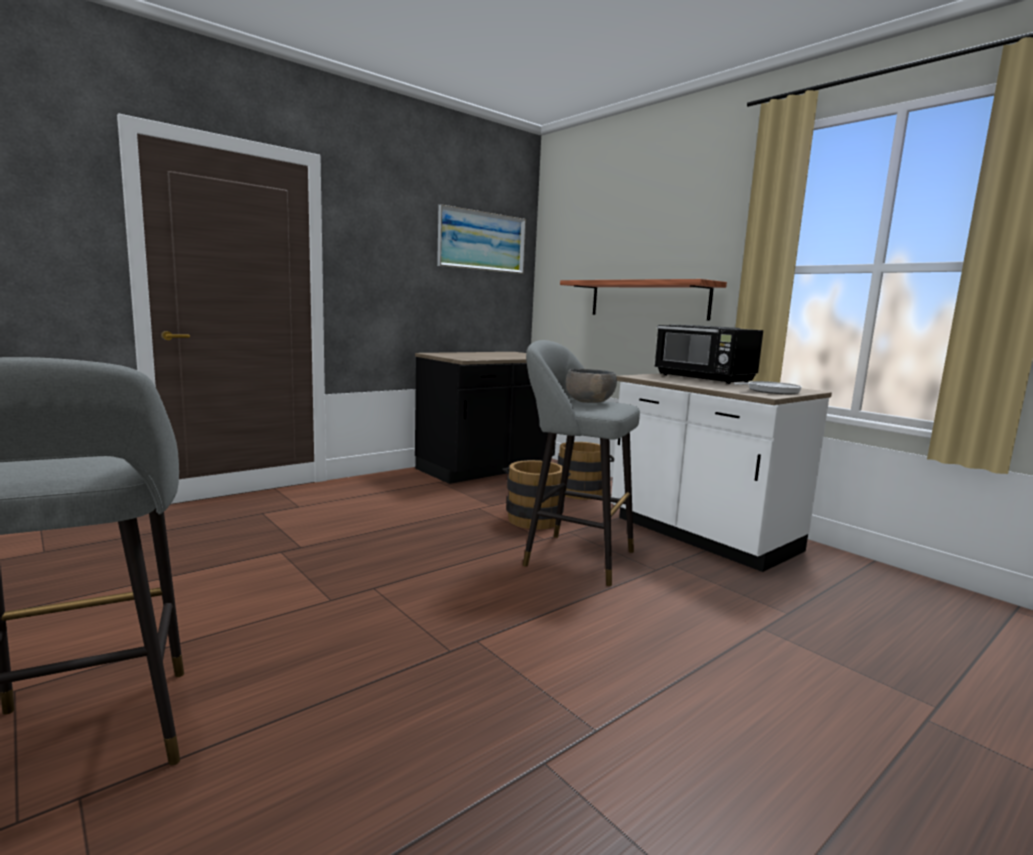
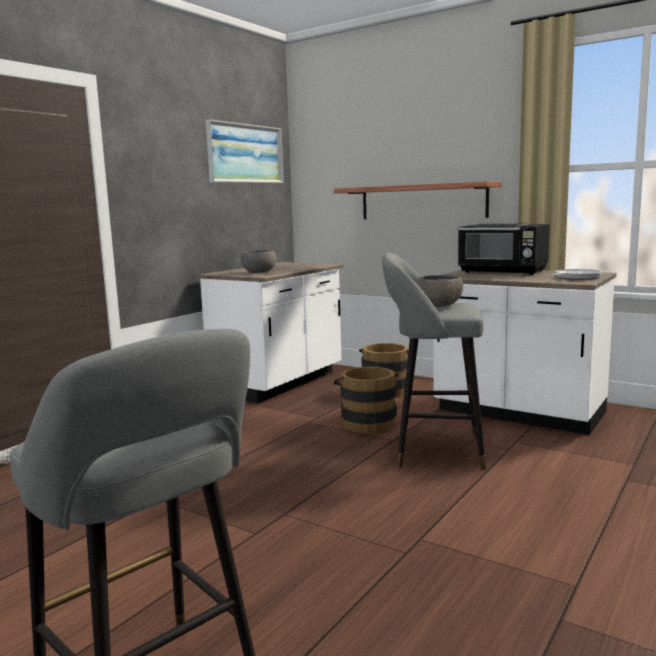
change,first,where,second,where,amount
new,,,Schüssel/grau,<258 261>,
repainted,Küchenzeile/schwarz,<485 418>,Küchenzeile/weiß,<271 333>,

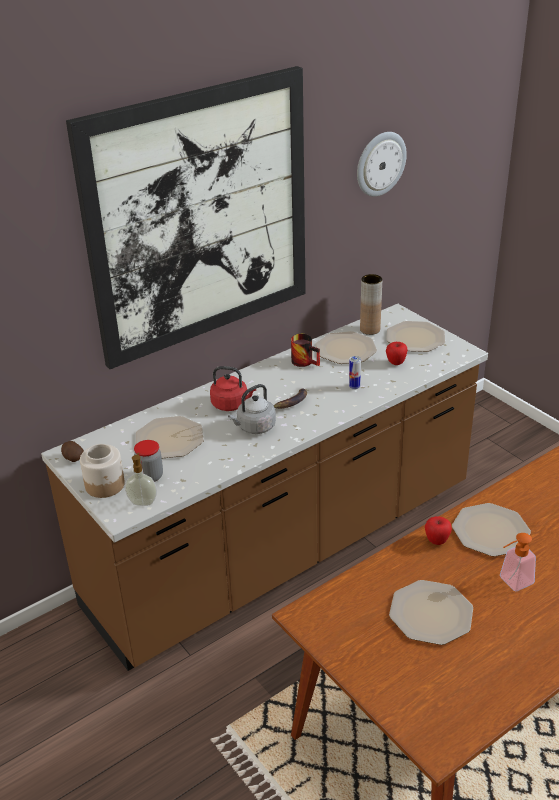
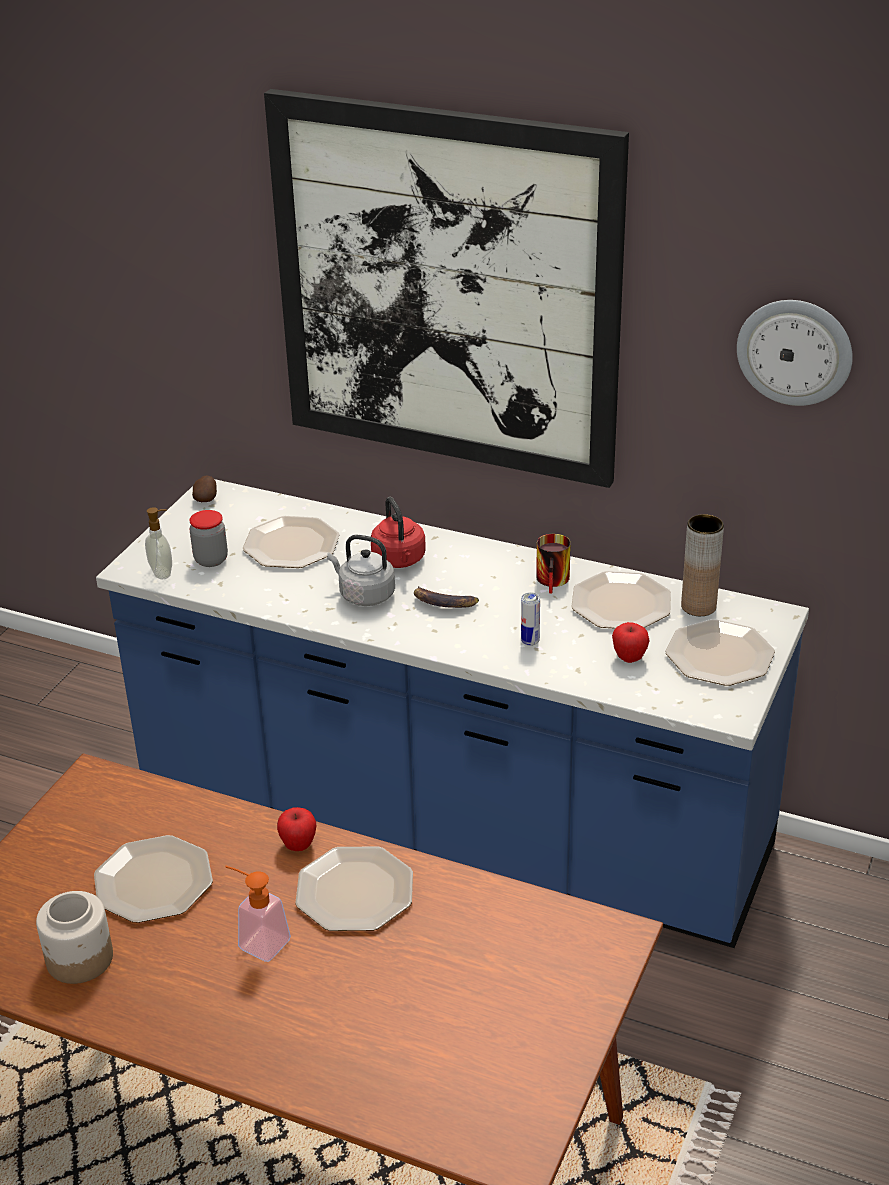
change,first,where,second,where,amount
shifted,Vorratsglas,<102 471>,,<74 937>,
repainted,Küchenzeile/braun,<264 487>,Küchenzeile/blau,<452 713>,

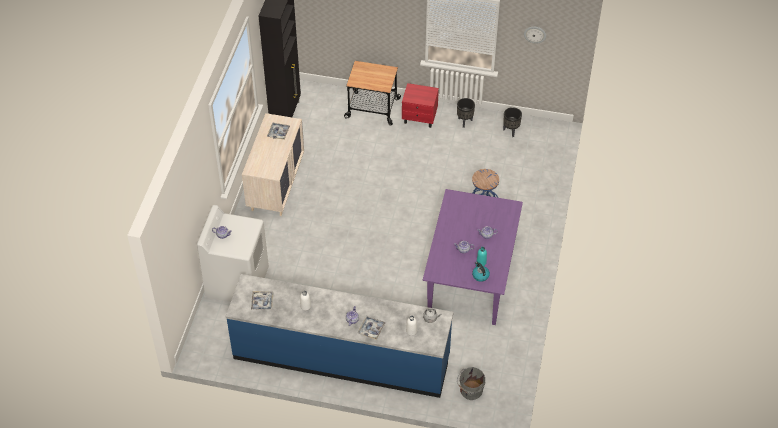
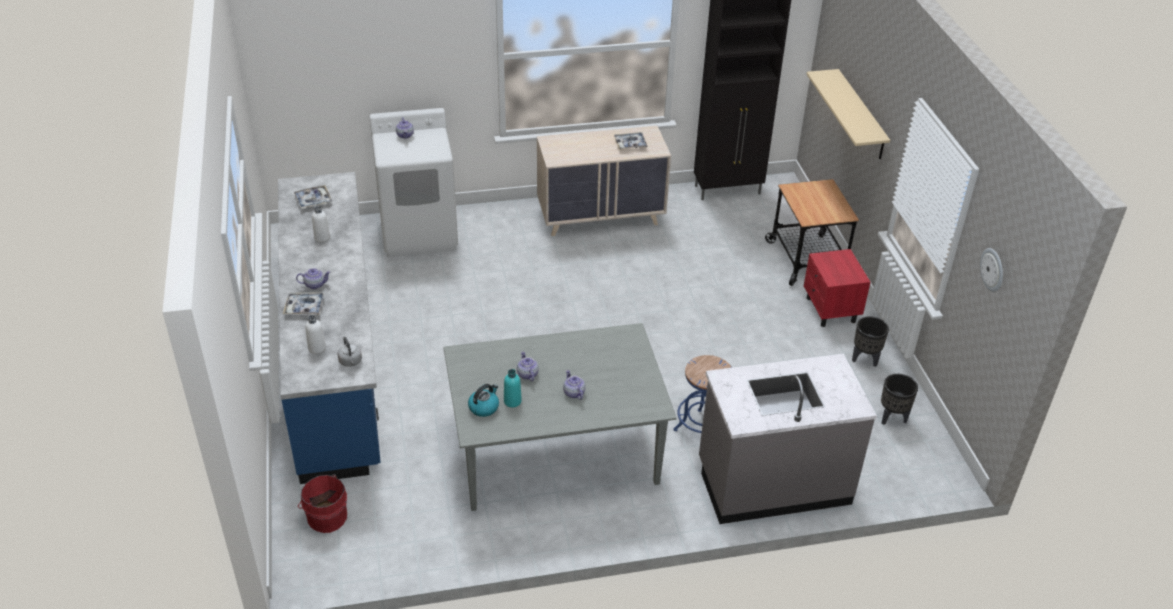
change,first,where,second,where,amount
new,,,Küchenzeile/grau,<788 438>,
new,,,Wandregal/beige,<848 114>,
repainted,Esstisch/lila,<473 257>,Esstisch/grau,<560 417>,
repainted,Eimer/grau,<471 383>,Eimer/rot,<322 503>,

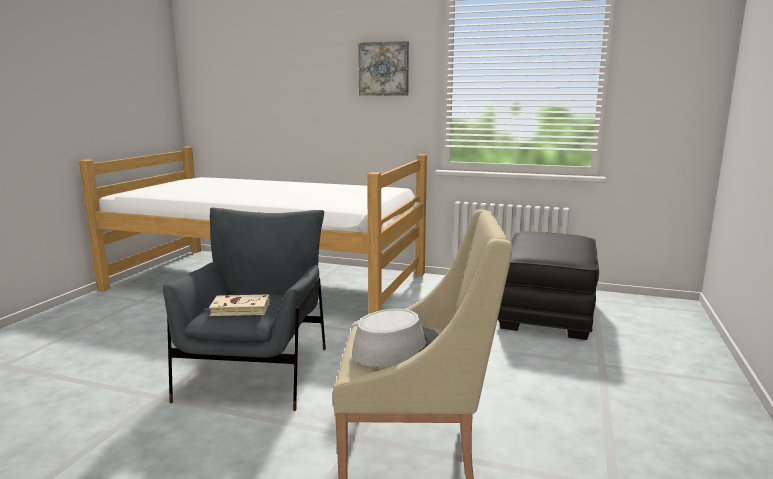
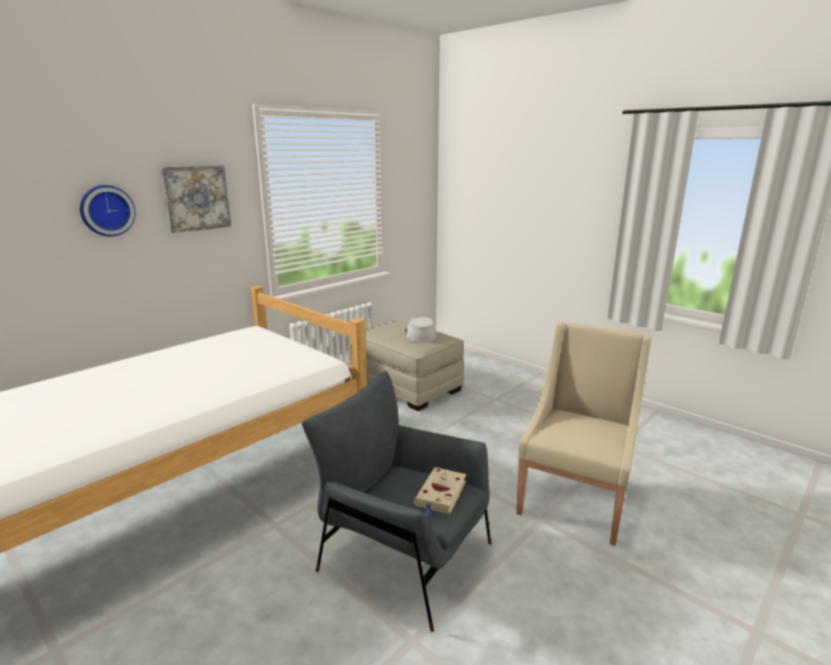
change,first,where,second,where,amount
new,,,Wanduhr,<107 210>,
shifted,Hut/grau,<395 338>,,<420 329>,
repainted,Polsterhocker/schwarz,<548 286>,Polsterhocker/beige,<414 365>,

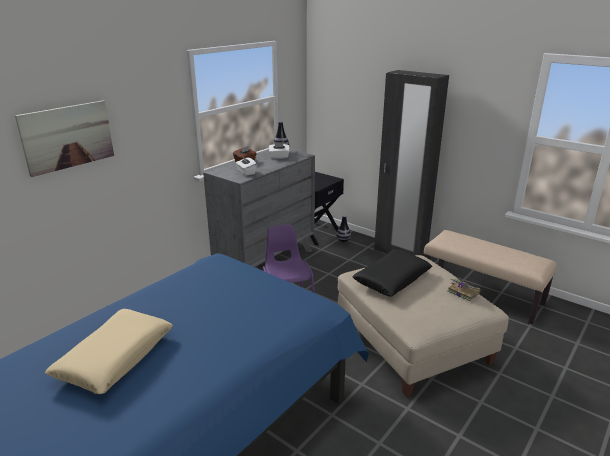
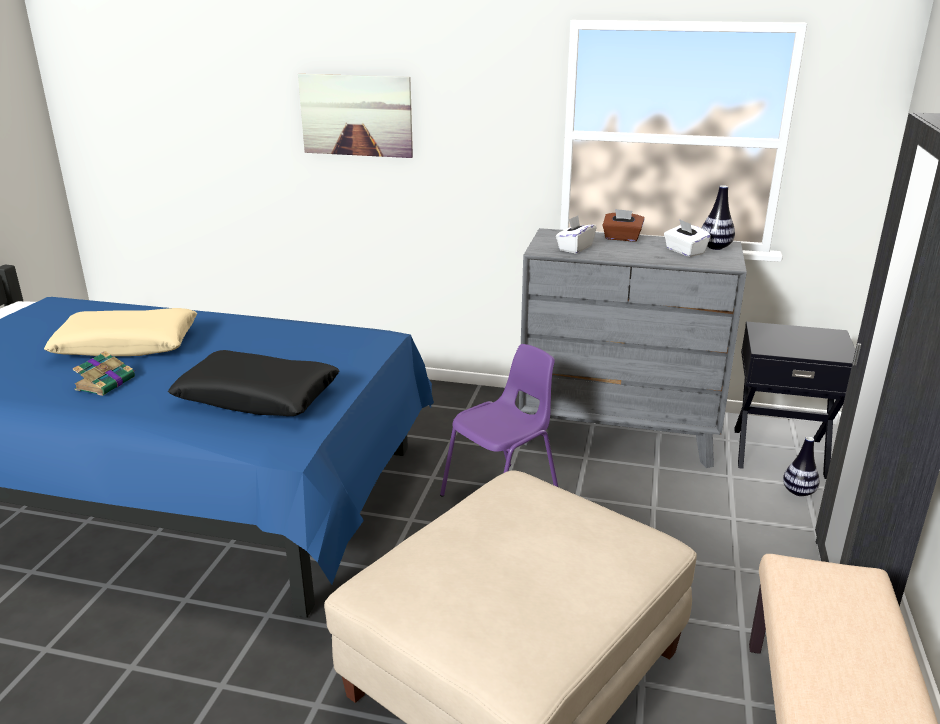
change,first,where,second,where,amount
shifted,Kissen/schwarz,<392 273>,,<253 383>,
shifted,Buch,<463 290>,,<104 373>,

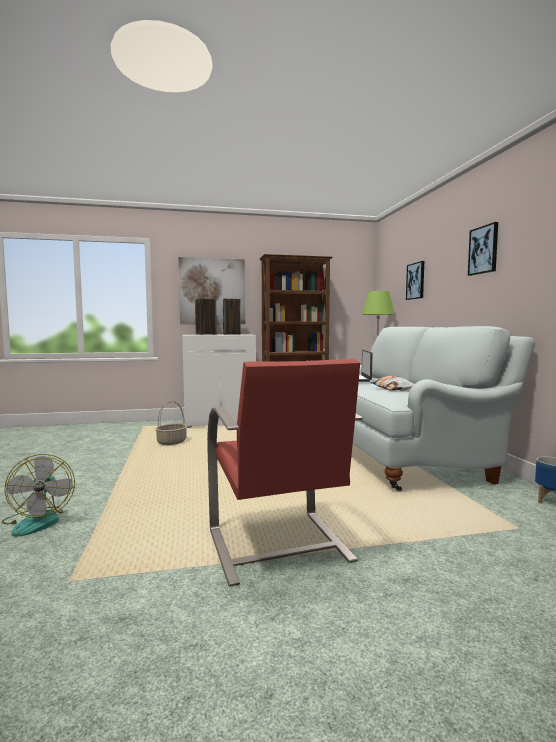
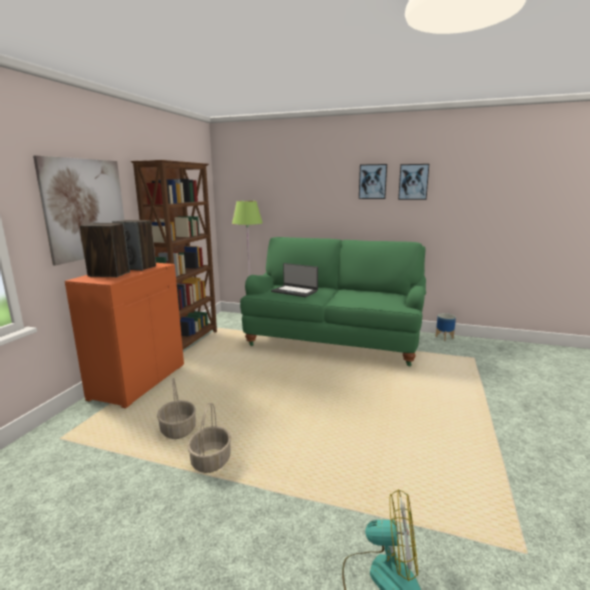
change,first,where,second,where,amount
gone,Sessel/rot,<285 472>,,,
gone,Kissen,<392 383>,,,
new,,,Korb,<209 438>,
shifted,Bild,<415 280>,,<413 182>,
repainted,Schrank/weiß,<219 381>,Schrank/orange,<124 335>,
repainted,Sofa/weiß,<444 408>,Sofa/grün,<333 301>,

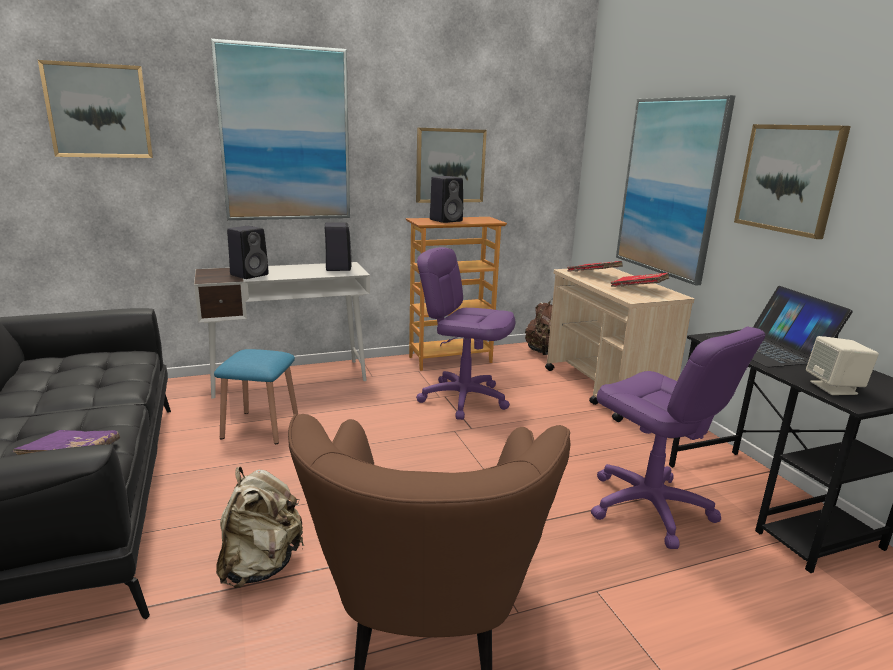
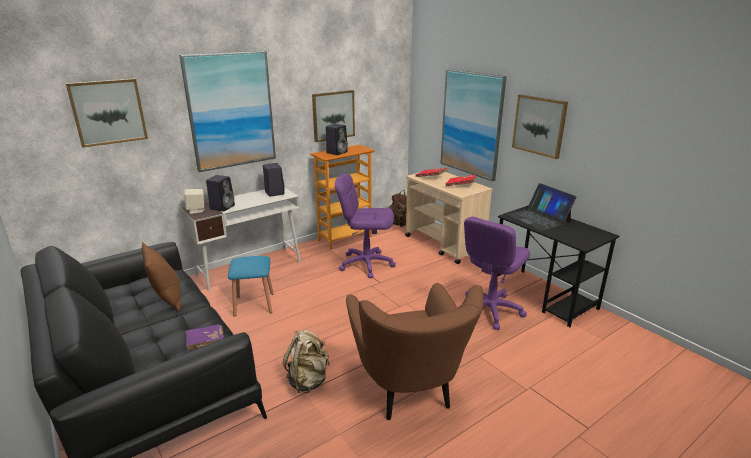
change,first,where,second,where,amount
new,,,Kissen/braun,<161 276>,
shifted,Lautsprecher/beige,<842 365>,,<194 201>,
rotated,Bürostuhl/lila,<678 438>,,<497 273>,90 degrees clockwise

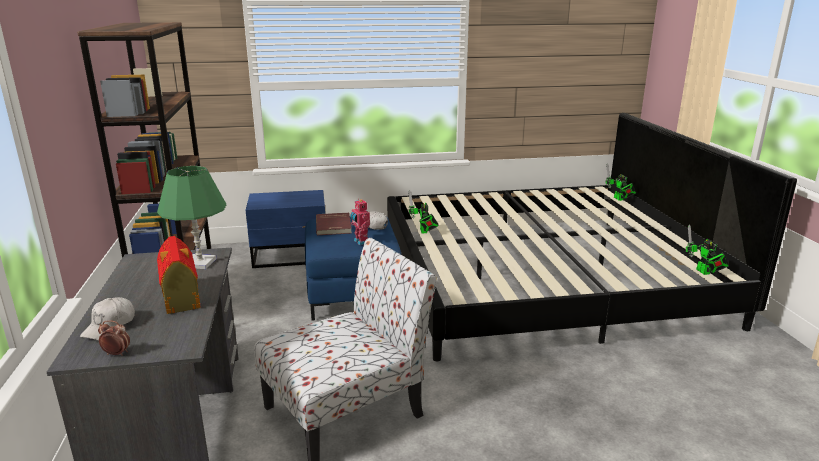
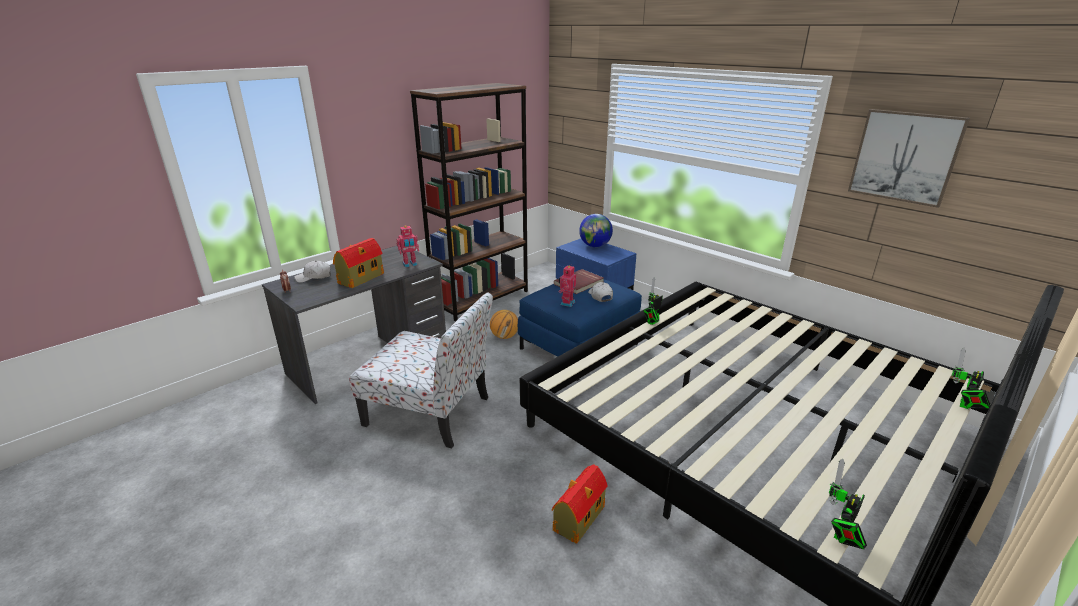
change,first,where,second,where,amount
new,,,Basketball,<504 324>,
new,,,Spielzeughaus,<580 504>,
new,,,Globus,<596 230>,
new,,,Bild,<909 158>,
swapped,Tischlampe/grün,<191 217>,Spielzeugroboter,<408 246>,

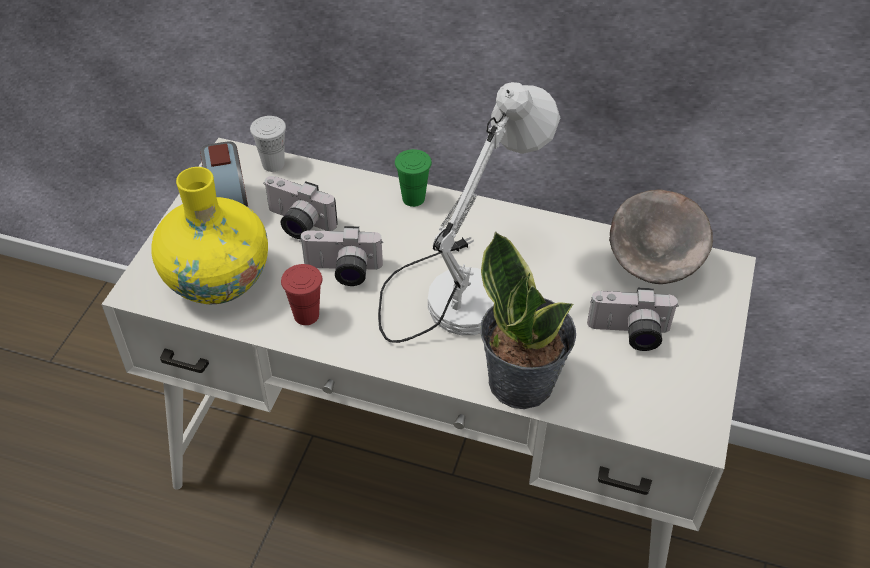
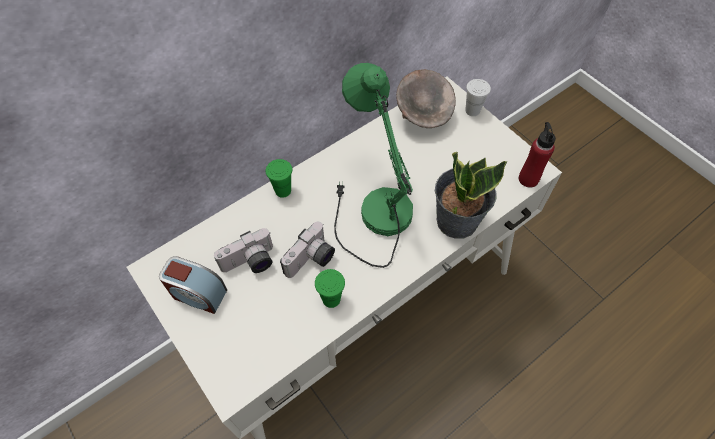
change,first,where,second,where,amount
gone,Vase/gelb,<209 235>,,,
gone,Kamera,<633 319>,,,
new,,,Flasche/rot,<537 155>,
shifted,Tasse/weiß,<268 144>,,<478 97>,
repainted,Tasse/rot,<301 294>,Tasse/grün,<330 288>,
repainted,Tischlampe/weiß,<469 212>,Tischlampe/grün,<373 165>,

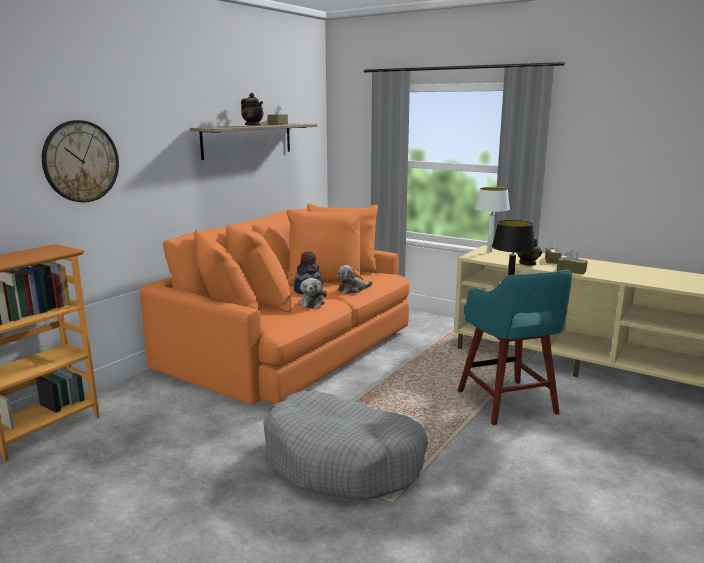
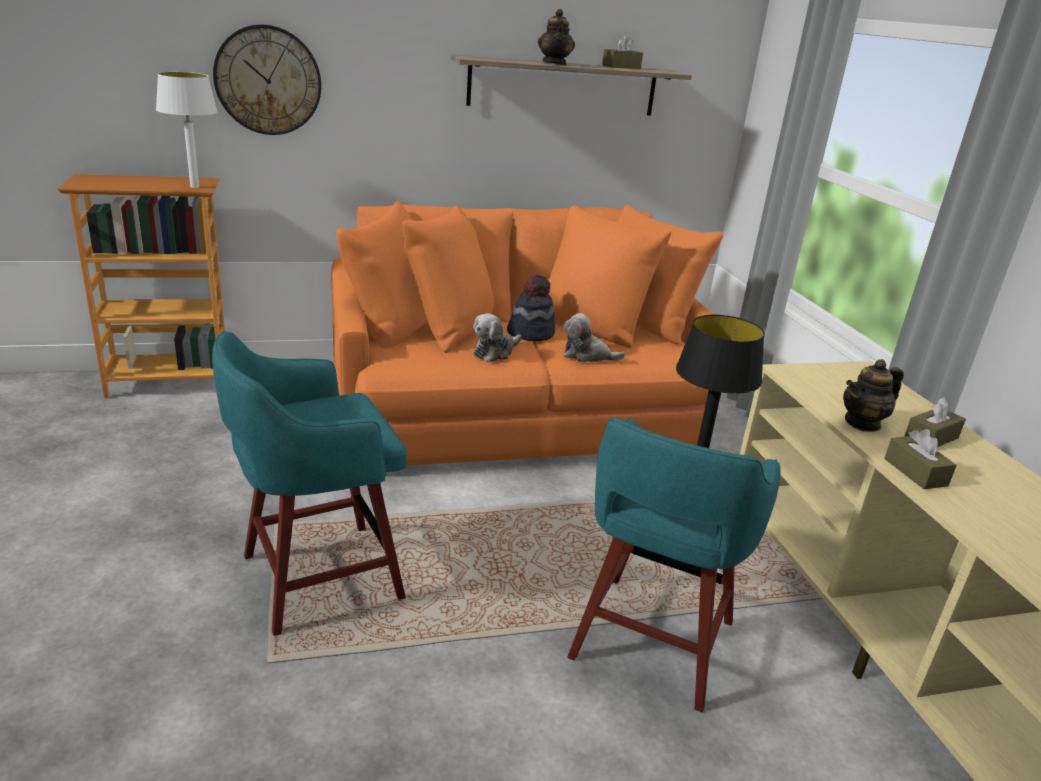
change,first,where,second,where,amount
shifted,Tischlampe/weiß,<492 220>,,<187 130>,
swapped,Hundebett/grau,<345 446>,Hocker/türkis,<309 483>,

